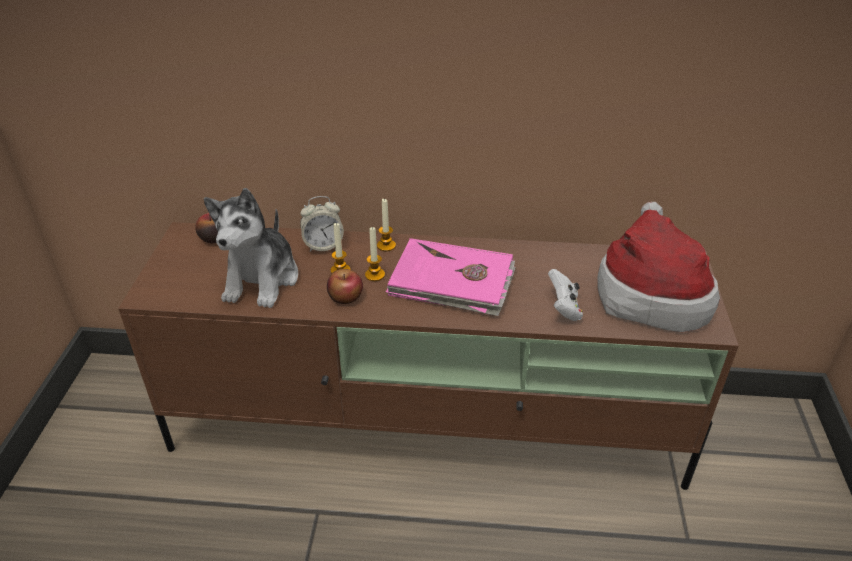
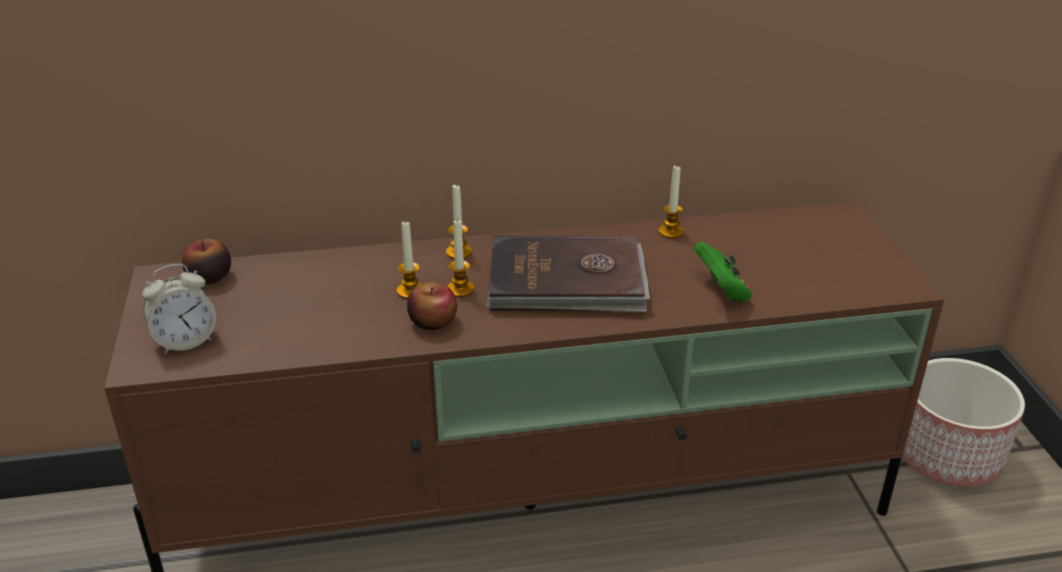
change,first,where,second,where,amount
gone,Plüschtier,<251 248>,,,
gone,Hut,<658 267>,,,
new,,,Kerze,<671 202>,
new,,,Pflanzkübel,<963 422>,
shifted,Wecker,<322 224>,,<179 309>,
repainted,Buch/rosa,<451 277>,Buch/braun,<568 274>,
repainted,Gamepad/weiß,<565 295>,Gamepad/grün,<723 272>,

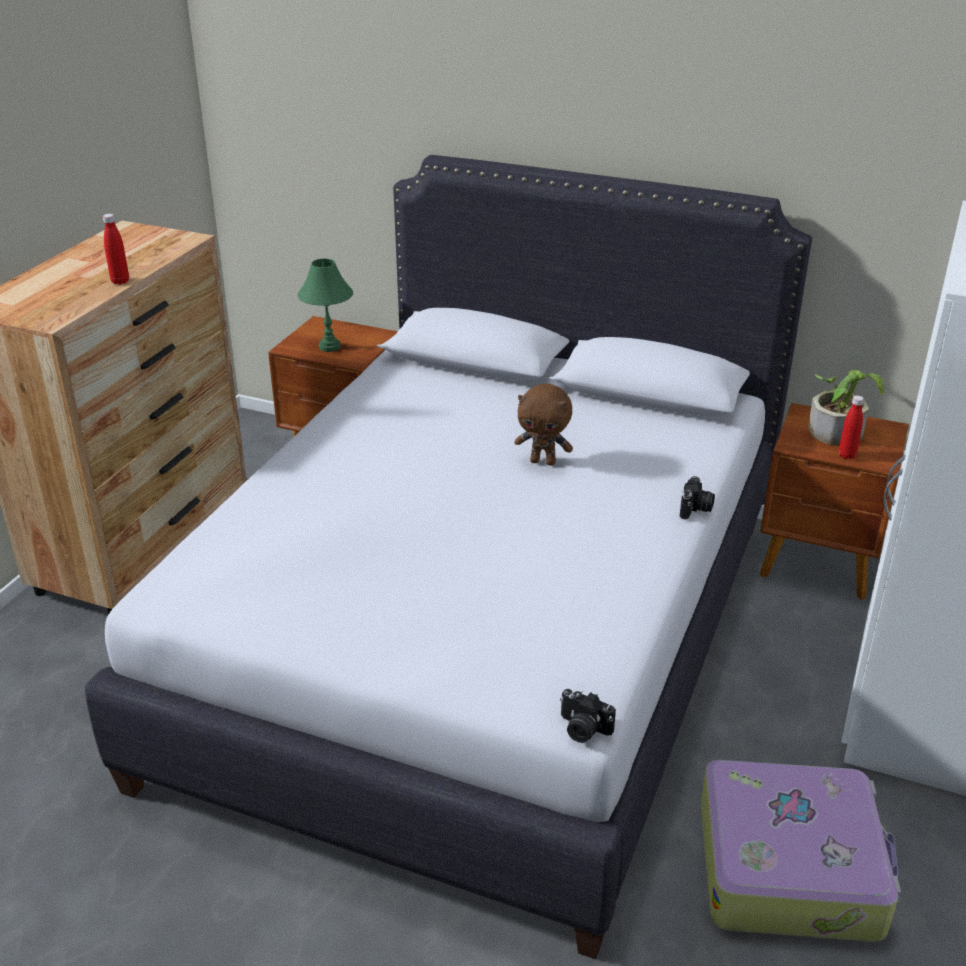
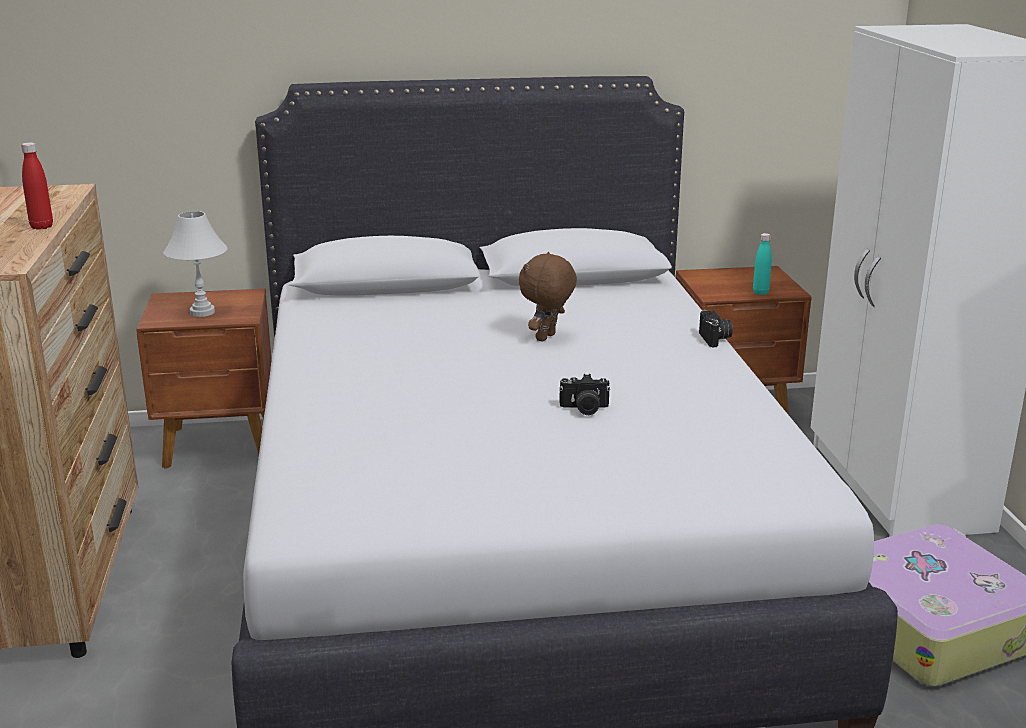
change,first,where,second,where,amount
gone,Topfpflanze,<846 407>,,,
shifted,Kamera,<588 716>,,<584 394>,
repainted,Tischlampe/grün,<325 305>,Tischlampe/weiß,<195 264>,
repainted,Flasche/rot,<851 427>,Flasche/türkis,<762 264>,
rotated,Plüschtier/braun,<543 425>,,<548 297>,135 degrees clockwise

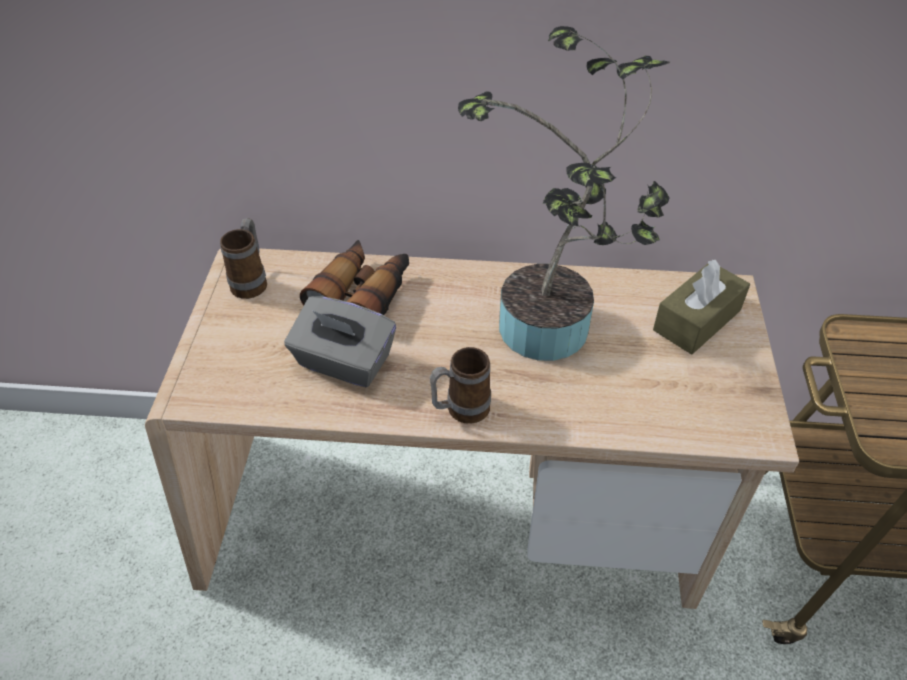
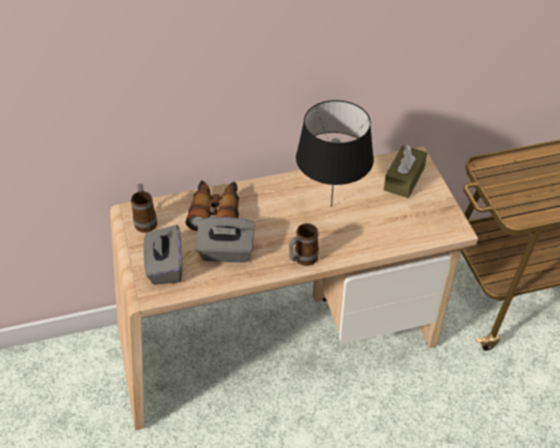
change,first,where,second,where,amount
new,,,Taschentuchbox/grau,<163 255>,
swapped,Topfpflanze,<564 193>,Tischlampe/schwarz,<335 153>,

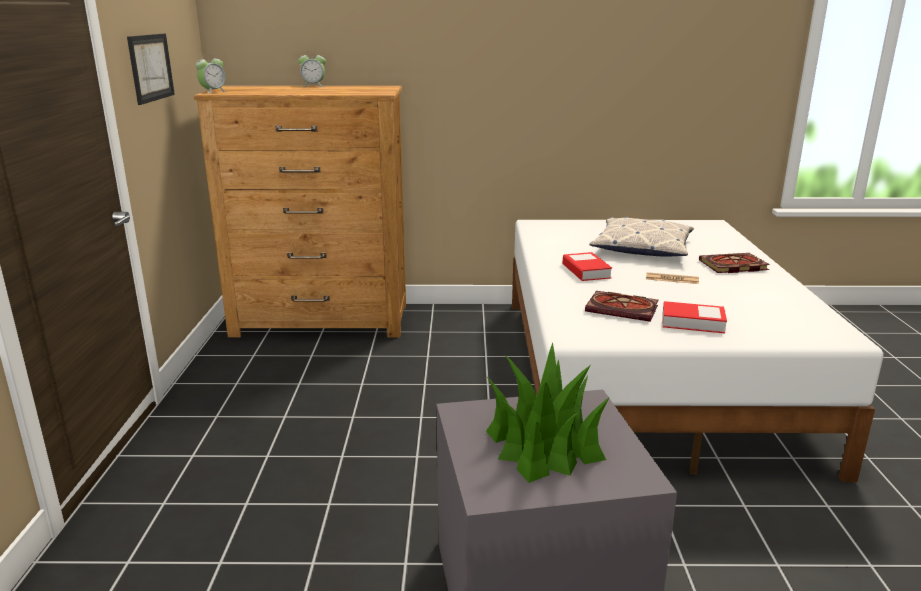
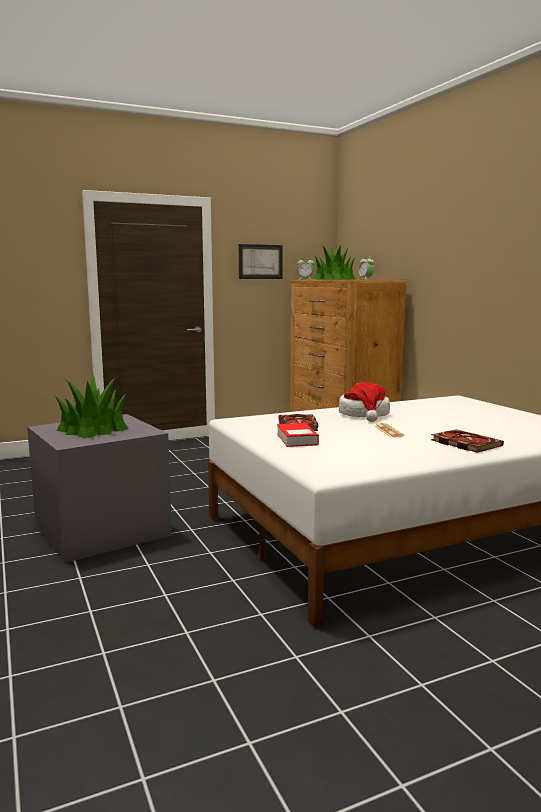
change,first,where,second,where,amount
gone,Kissen,<641 237>,,,
new,,,Topfpflanze,<334 262>,
swapped,Buch,<587 266>,Hut,<364 402>,

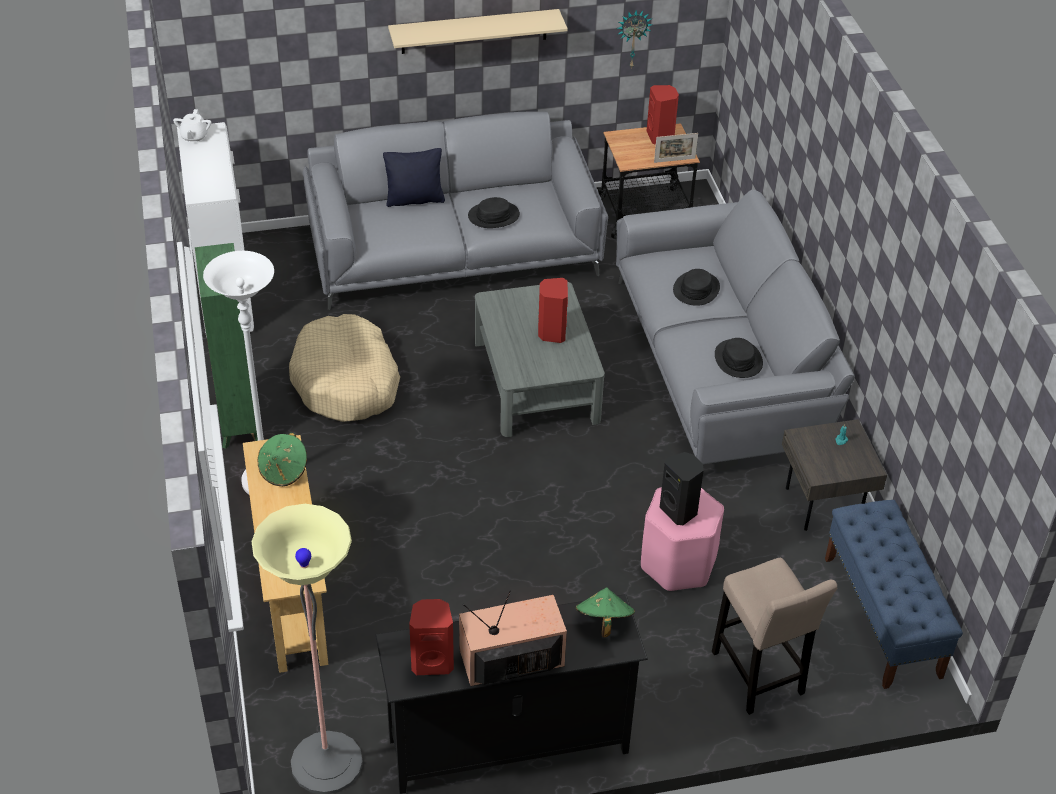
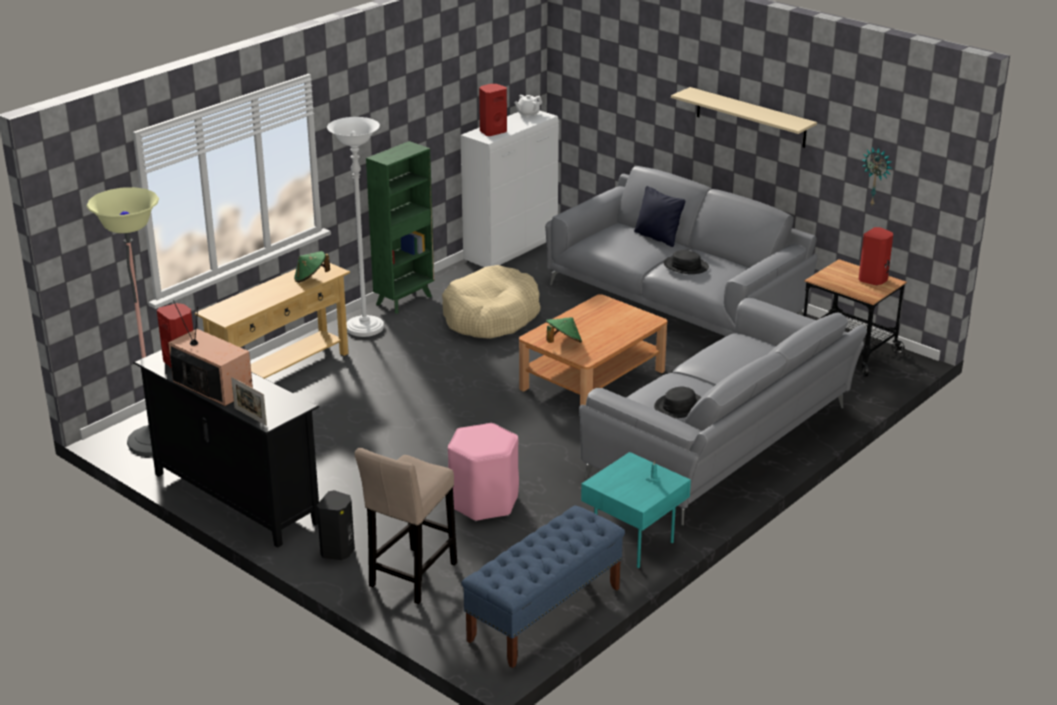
change,first,where,second,where,amount
gone,Hut/schwarz,<696 287>,,,
shifted,Lautsprecher/rot,<553 310>,,<493 110>,
shifted,Hut/grün,<605 612>,,<564 330>,
shifted,Bilderrahmen,<676 148>,,<249 401>,
shifted,Lautsprecher/schwarz,<681 488>,,<336 525>,
repainted,Couchtisch/grau,<540 359>,Couchtisch/braun,<593 350>,
repainted,Beistelltisch/grau,<834 475>,Beistelltisch/türkis,<636 510>,

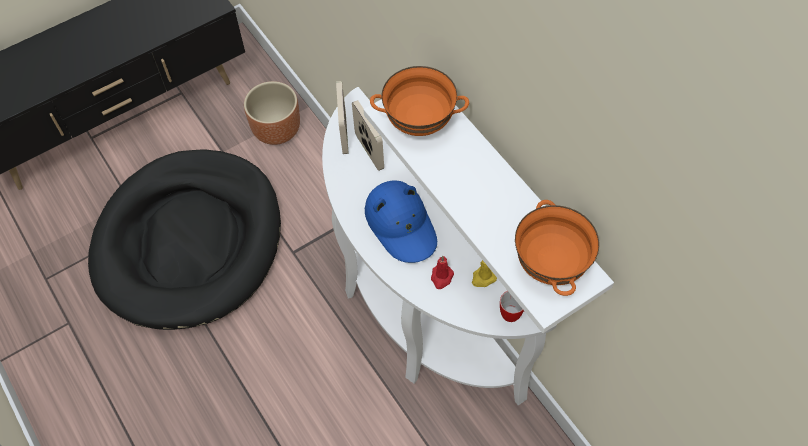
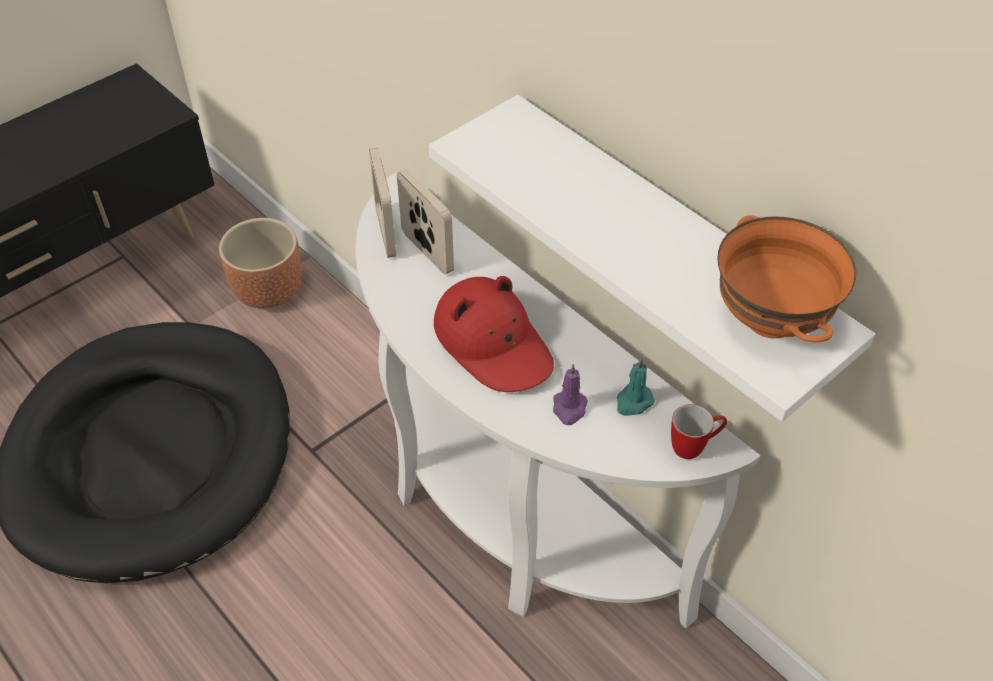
change,first,where,second,where,amount
gone,Schüssel/orange,<419 101>,,,
repainted,Hut/blau,<401 222>,Hut/rot,<494 334>,
repainted,Kerze/rot,<442 272>,Kerze/lila,<570 394>,
repainted,Kerze/gelb,<484 273>,Kerze/türkis,<636 386>,

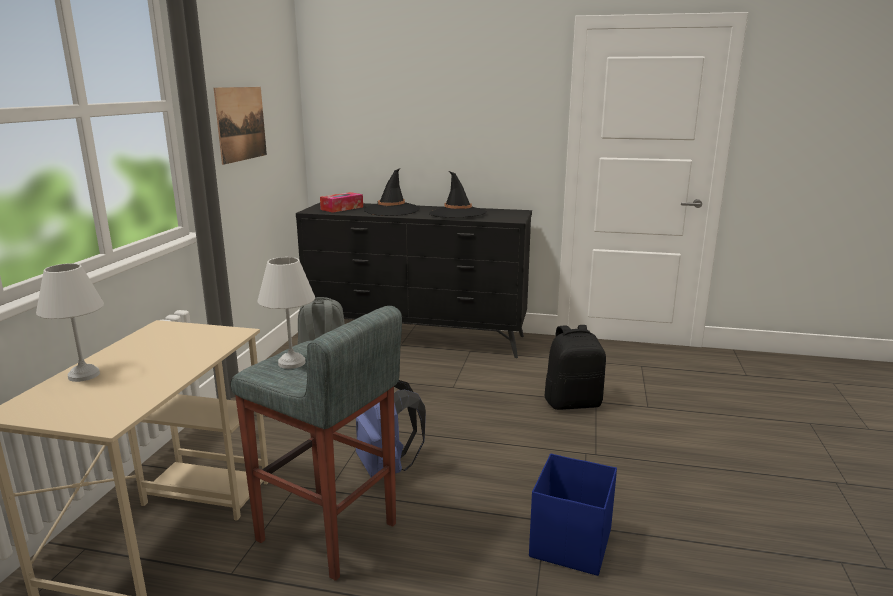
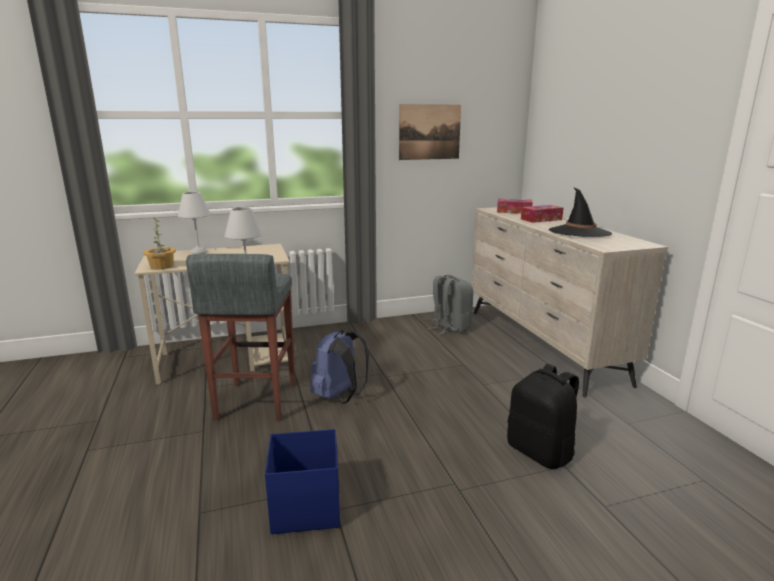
change,first,where,second,where,amount
new,,,Topfpflanze,<159 244>,
swapped,Hut/schwarz,<392 192>,Taschentuchbox,<542 214>,
repainted,Kommode/schwarz,<414 280>,Kommode/beige,<570 302>,

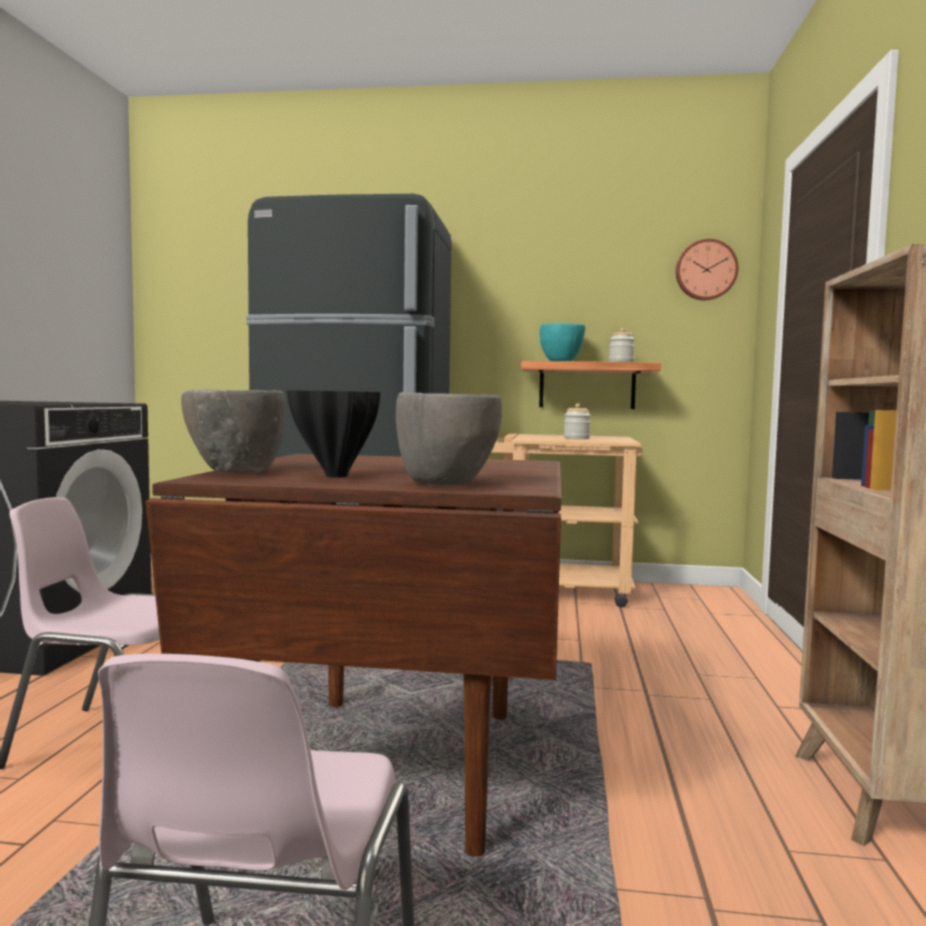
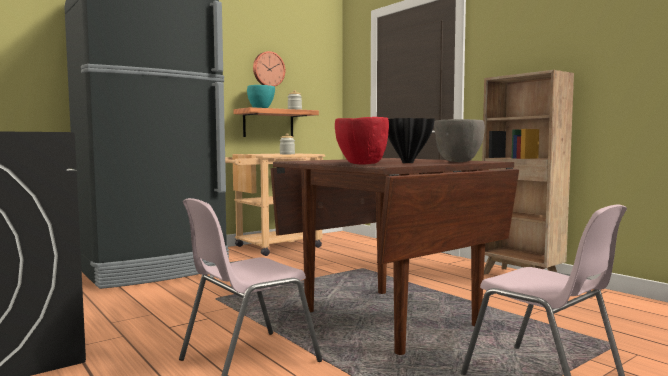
change,first,where,second,where,amount
shifted,Wanduhr,<707 269>,,<269 68>,
repainted,Schüssel/grau,<233 431>,Schüssel/rot,<362 141>,

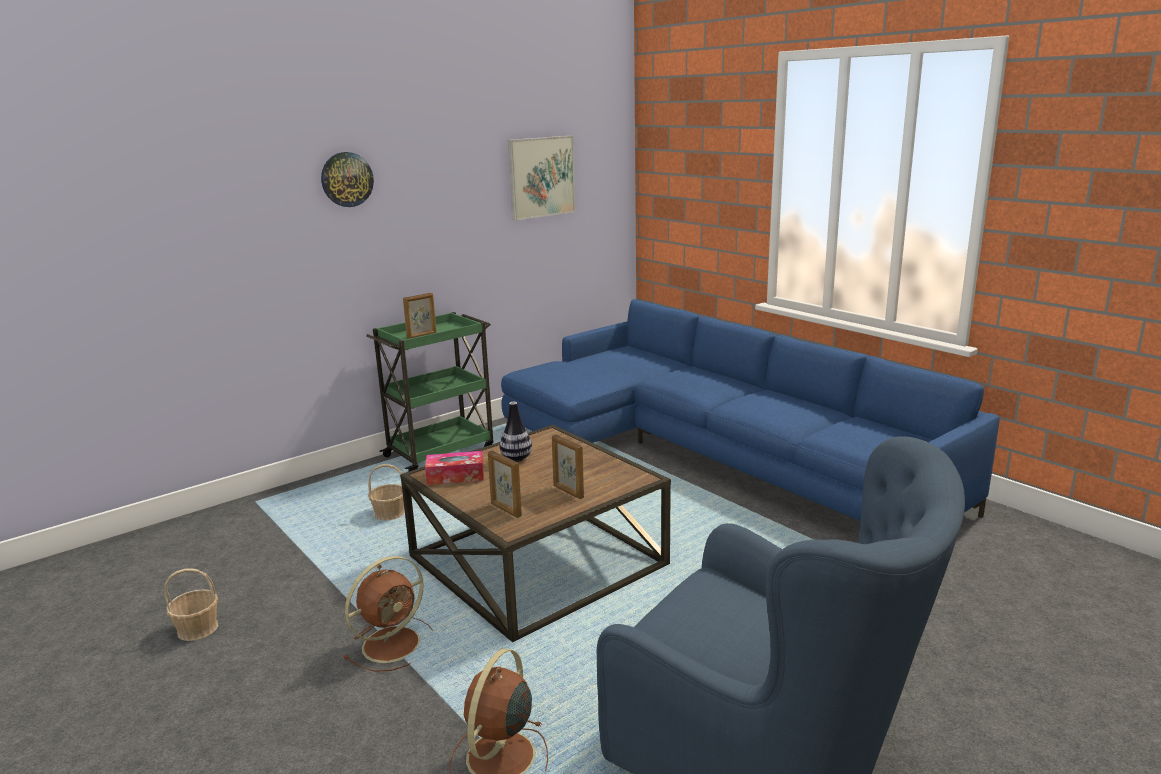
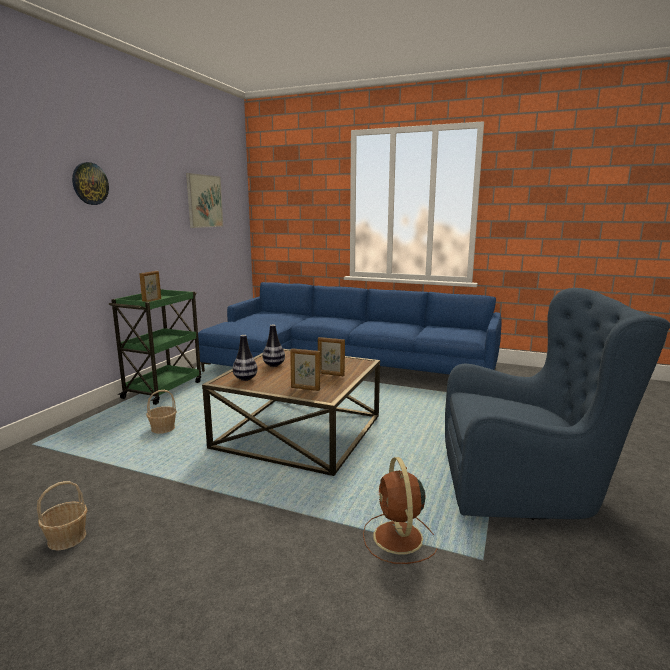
change,first,where,second,where,amount
gone,Ventilator/braun,<388 614>,,,
swapped,Taschentuchbox,<454 468>,Vase,<245 358>,

